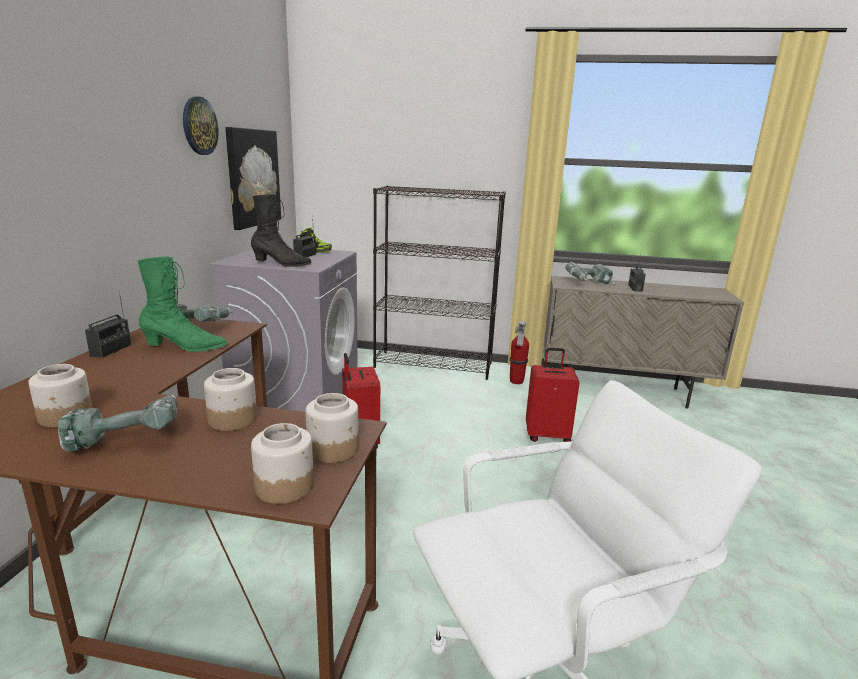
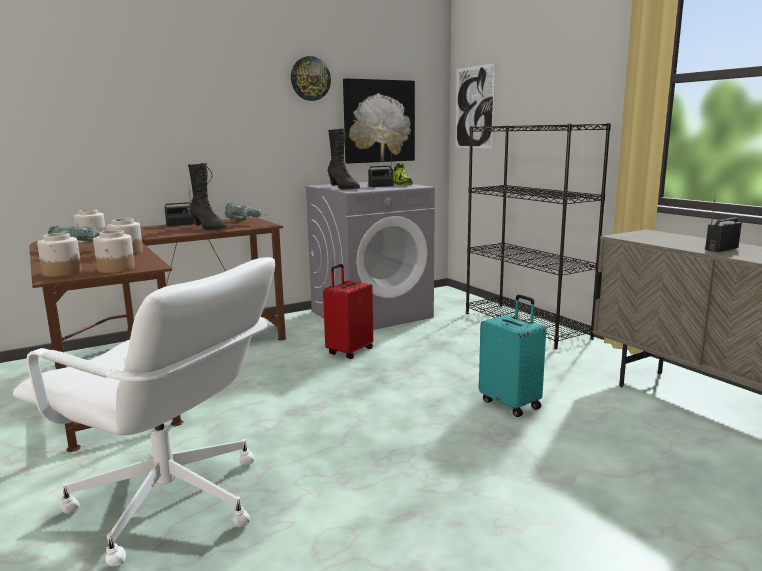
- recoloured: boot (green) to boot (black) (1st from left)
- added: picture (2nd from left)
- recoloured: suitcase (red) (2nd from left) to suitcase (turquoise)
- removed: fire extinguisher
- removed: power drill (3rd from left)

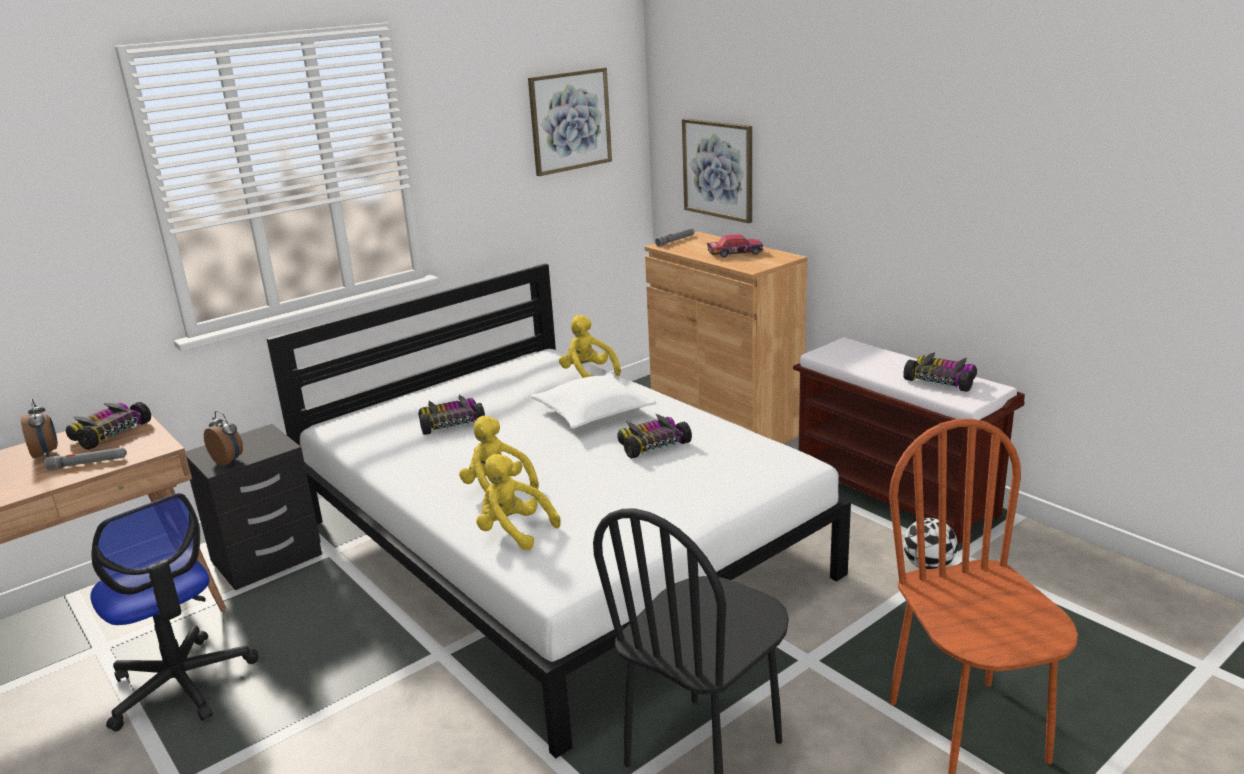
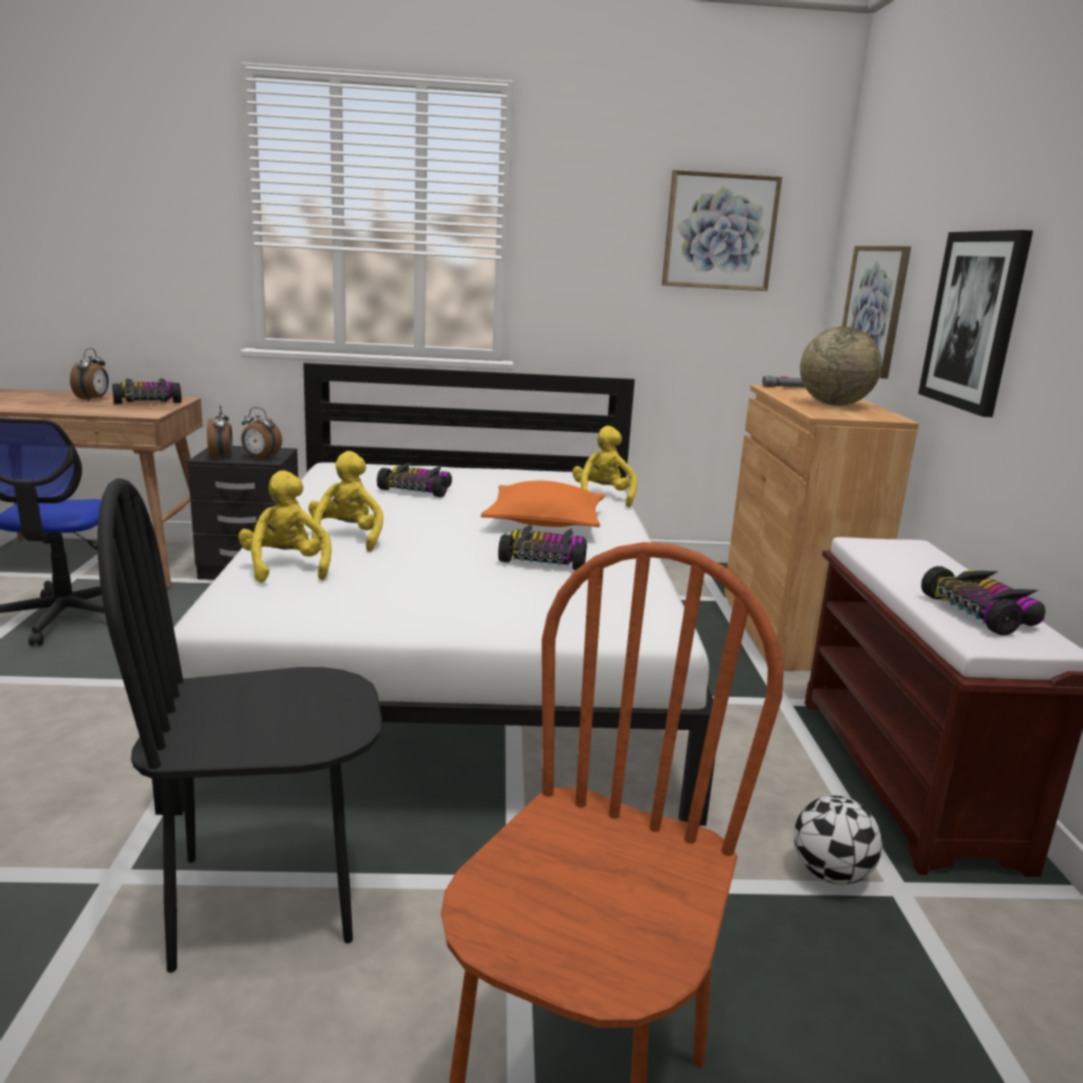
- added: alarm clock (3rd from left)
- recoloured: pillow (white) to pillow (orange)
- replaced: toy car (4th from left) to globe
- added: picture (3rd from left)
- removed: flashlight (grey) (1st from left)

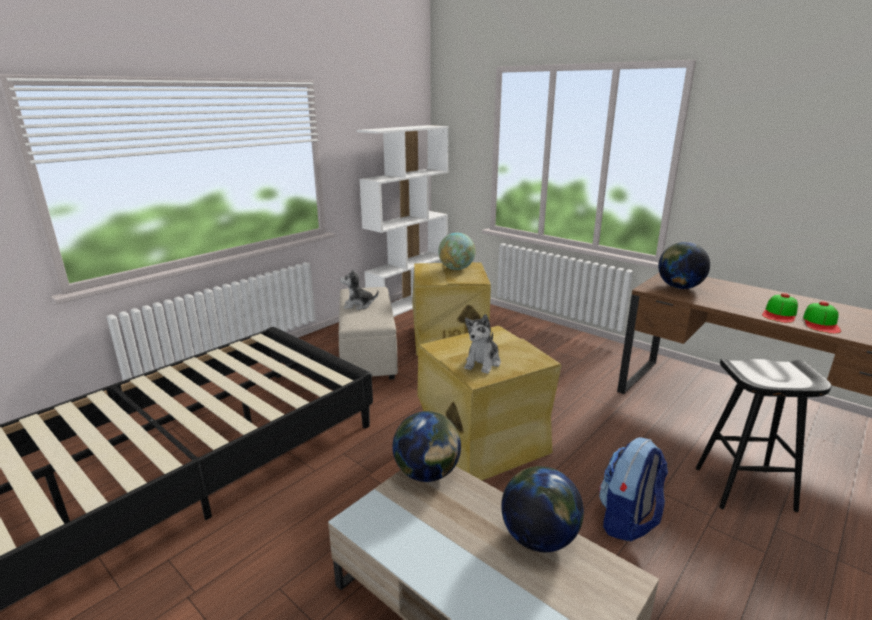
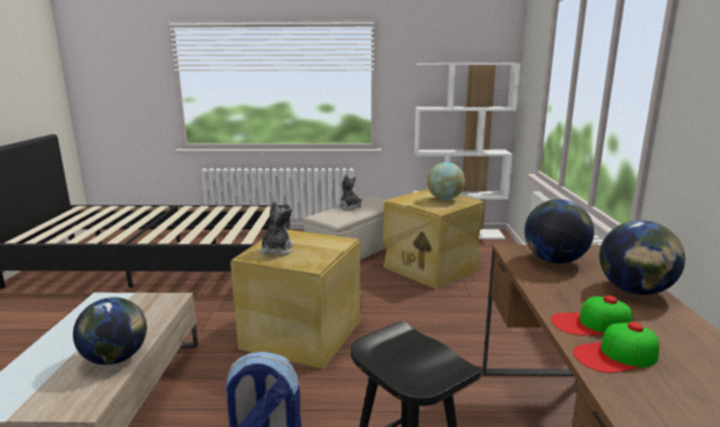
- turned: plush toy (2nd from left in the first image) 120 degrees clockwise
- moved: globe (1st from left in the first image) to globe (4th from left)

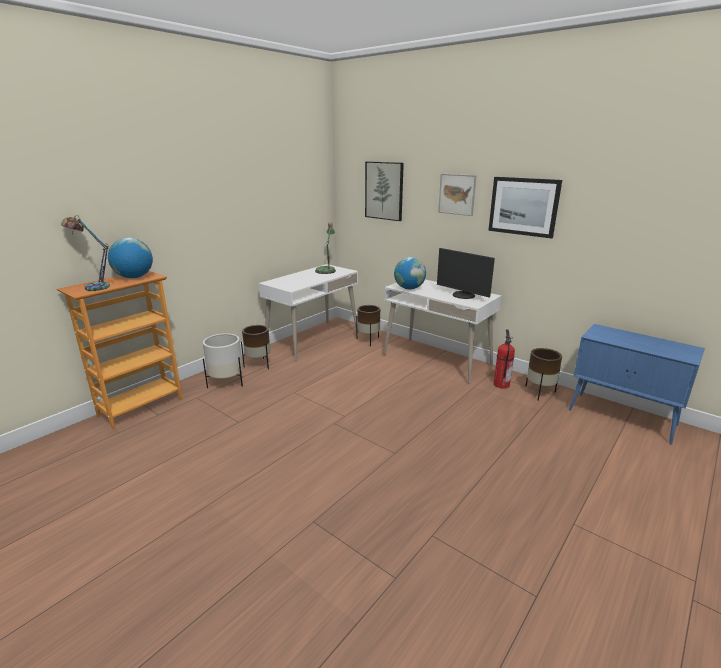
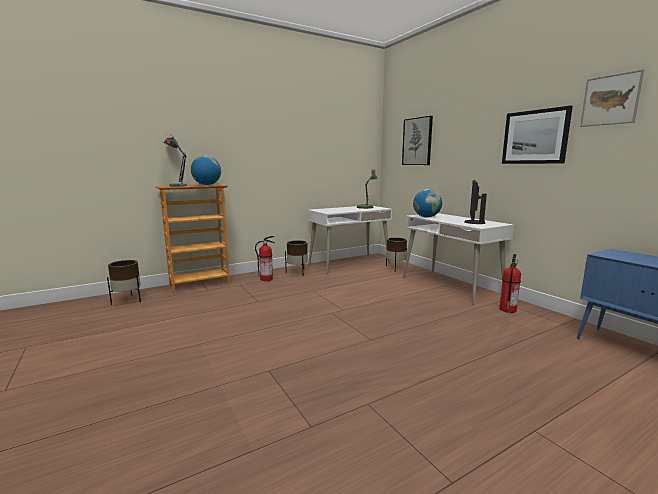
- moved: planter (brown) (3rd from left in the first image) to planter (brown) (1st from left)
- replaced: planter (white) to fire extinguisher (1st from left)
- turned: monitor 45 degrees clockwise
- moved: picture (2nd from left in the first image) to picture (3rd from left)

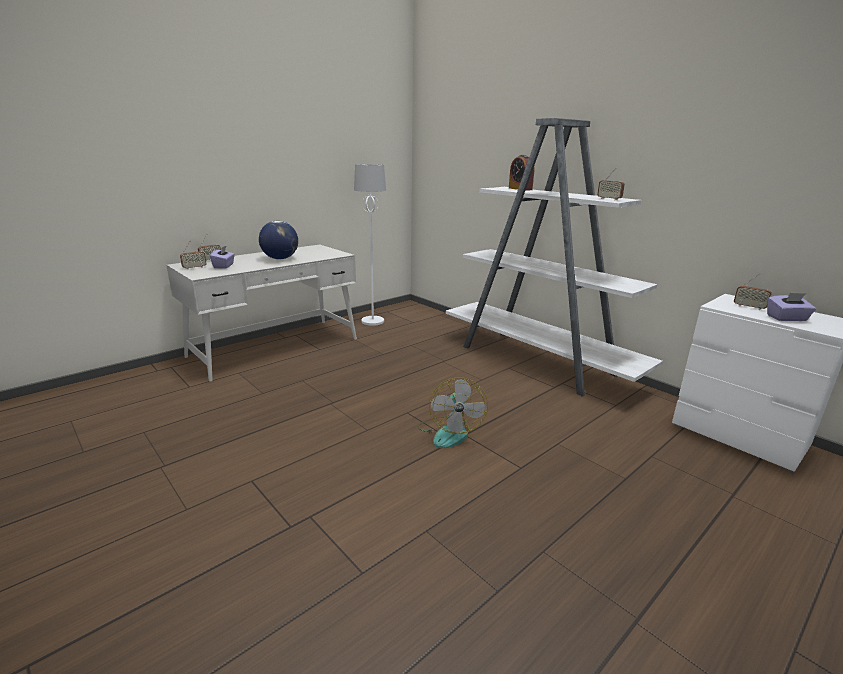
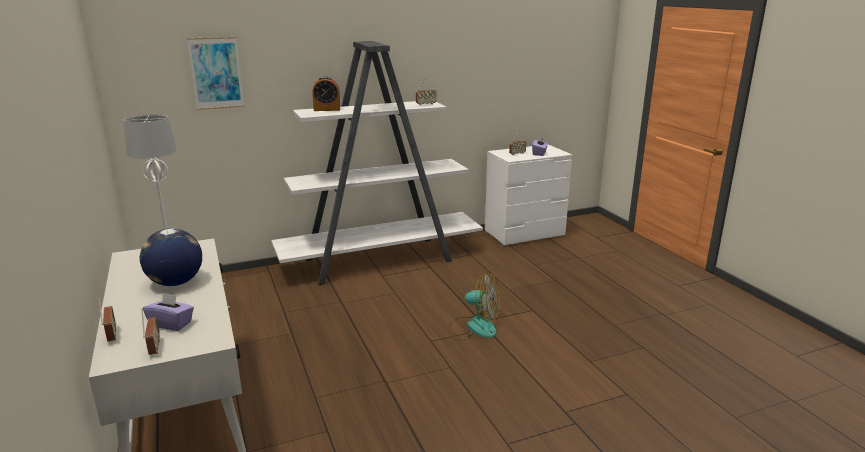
- added: picture

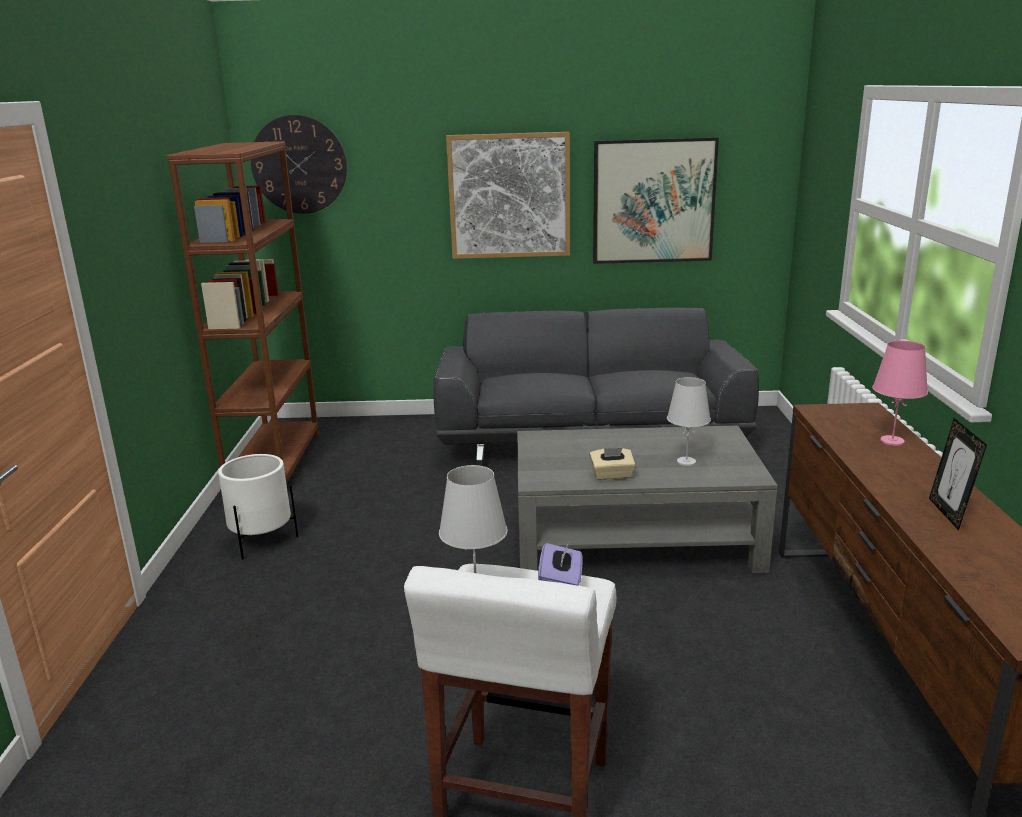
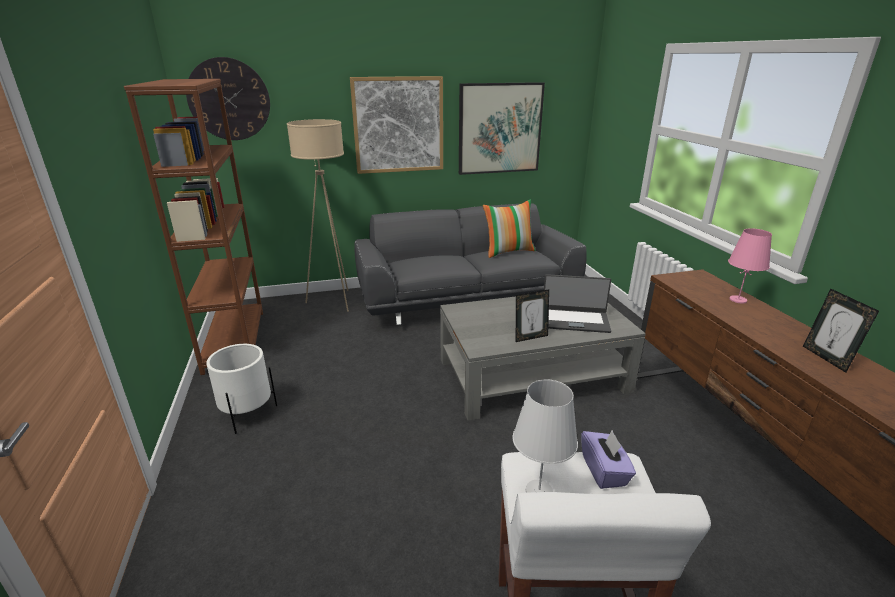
- added: floor lamp (beige)
- added: pillow
- replaced: tissue box (beige) to picture frame (1st from left)
- replaced: table lamp (white) (2nd from left) to laptop

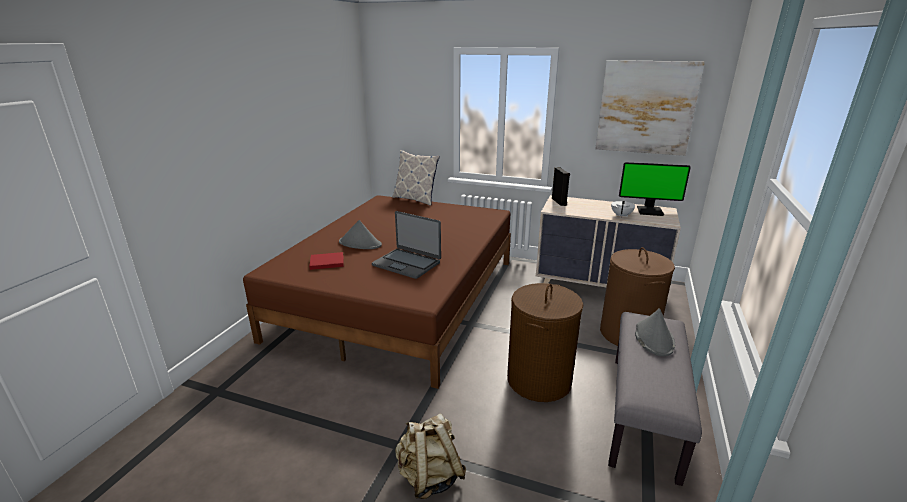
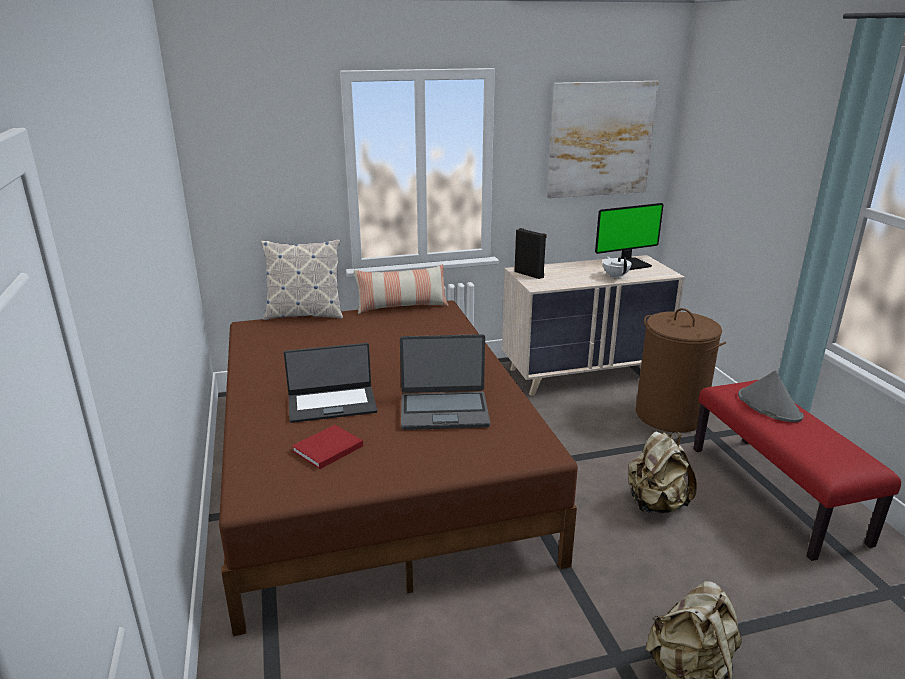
- replaced: hat (grey) (1st from left) to laptop (1st from left)
- added: pillow (2nd from left)
- replaced: laundry basket (brown) (1st from left) to backpack (beige) (1st from left)
- recoloured: bench (grey) to bench (red)

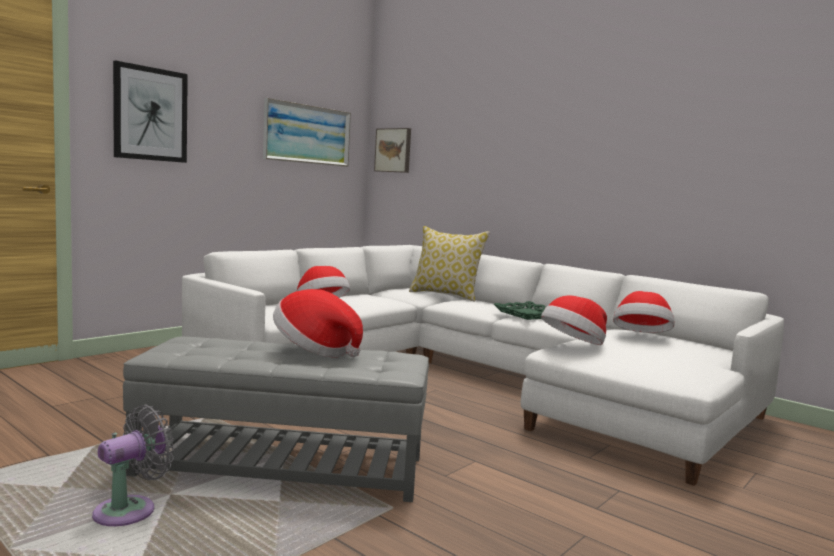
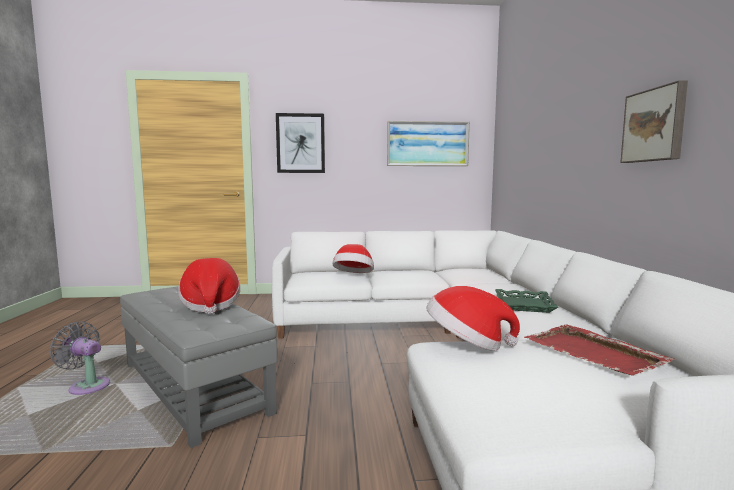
- turned: fan (grey) 150 degrees counterclockwise
- replaced: hat (4th from left) to tray (red)
- moved: picture (3rd from left)
- removed: pillow

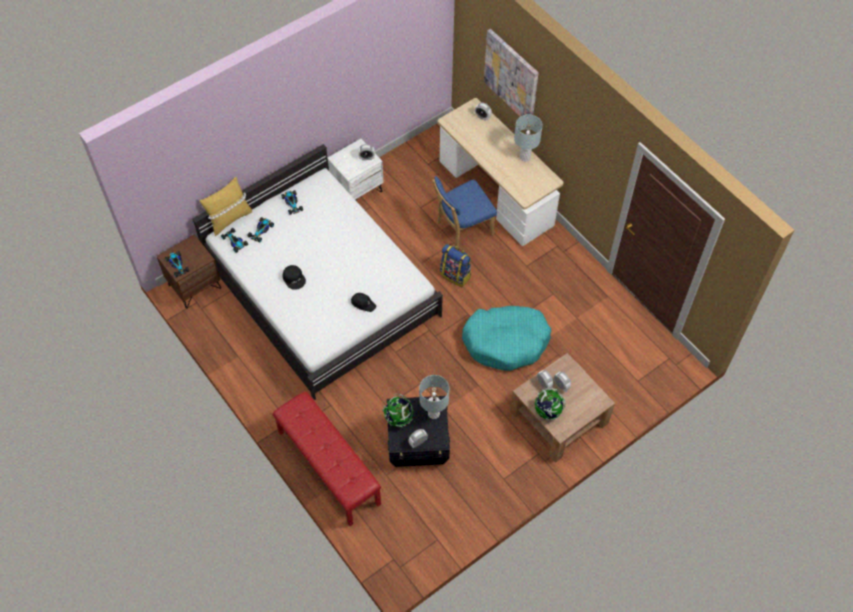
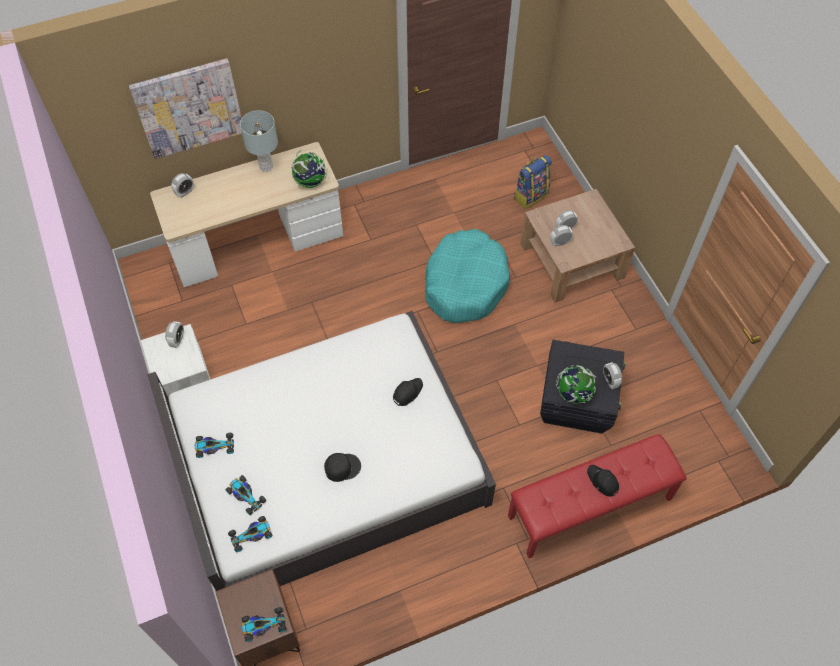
- moved: globe (2nd from left in the first image) to globe (1st from left)
- moved: backpack
- added: cap (black) (3rd from left)
- removed: pillow (yellow)
- removed: table lamp (grey) (1st from left)
- removed: chair (blue)

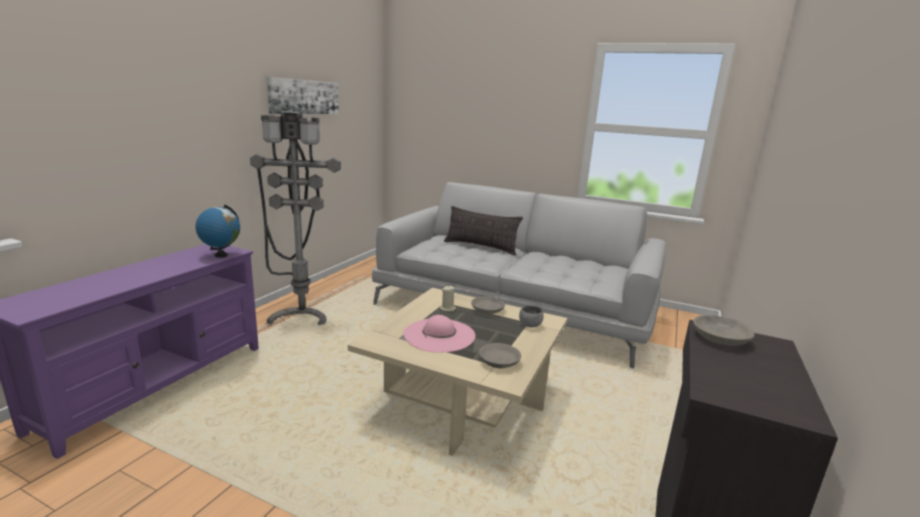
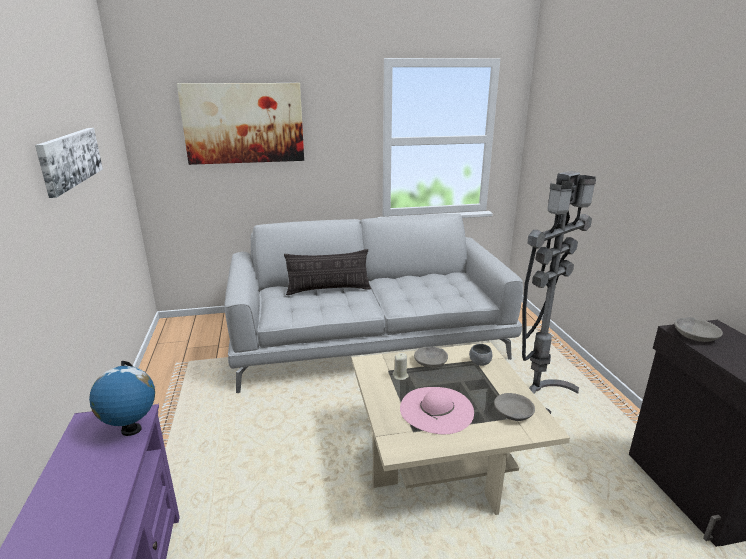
- added: picture (2nd from left)
- moved: floor lamp (grey)

